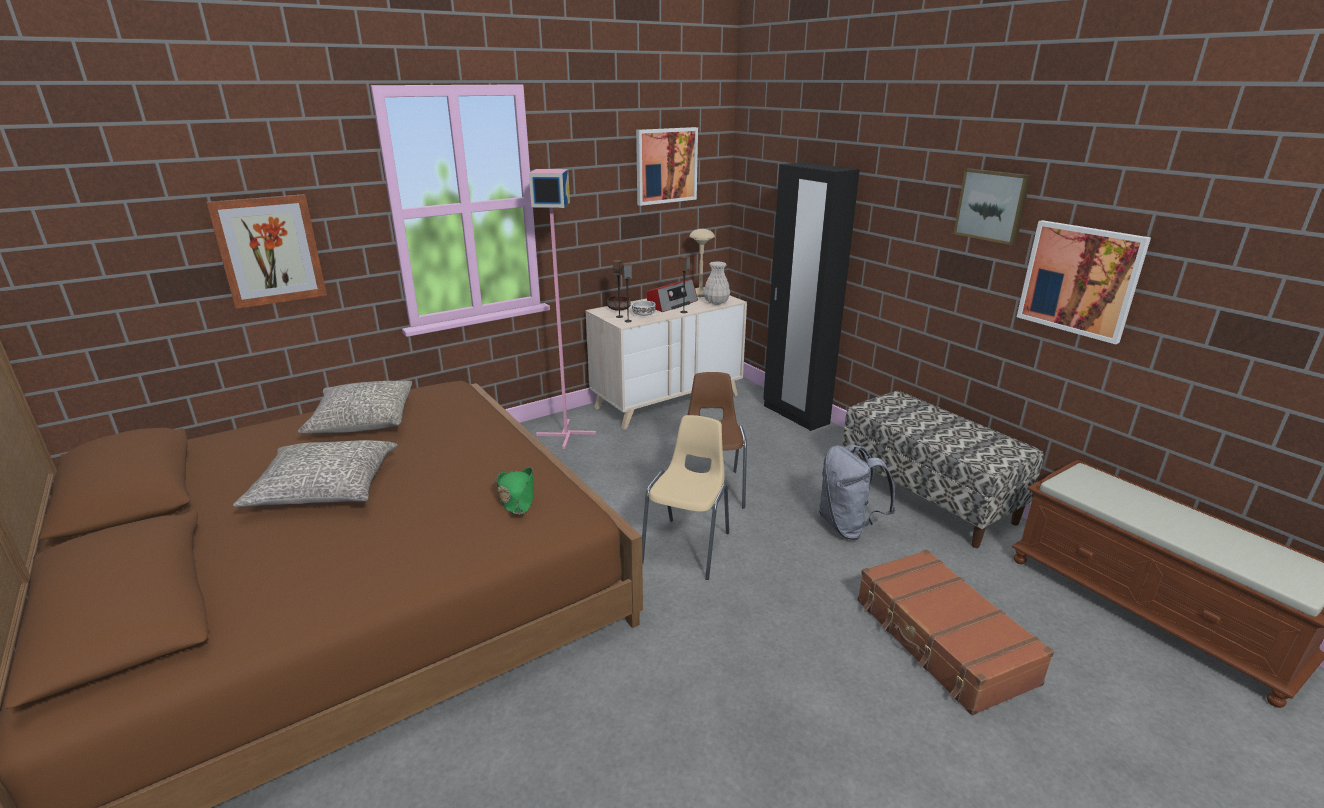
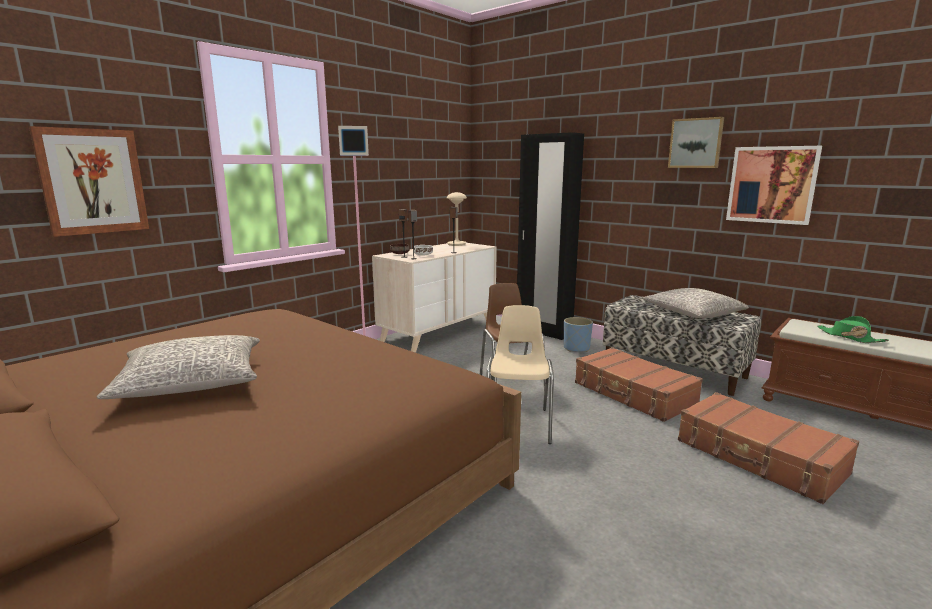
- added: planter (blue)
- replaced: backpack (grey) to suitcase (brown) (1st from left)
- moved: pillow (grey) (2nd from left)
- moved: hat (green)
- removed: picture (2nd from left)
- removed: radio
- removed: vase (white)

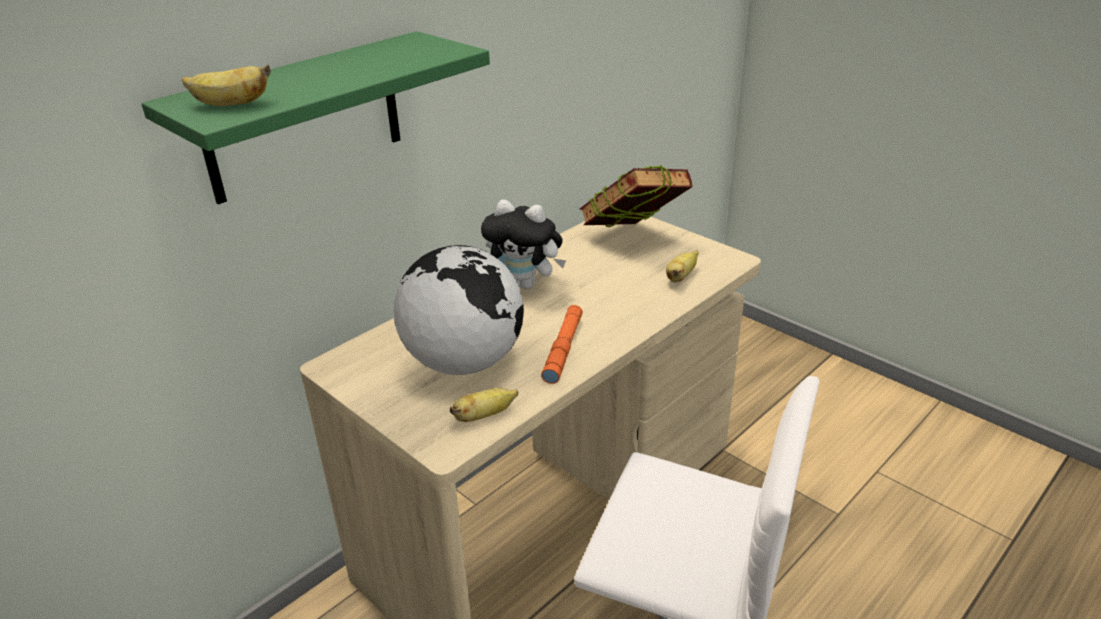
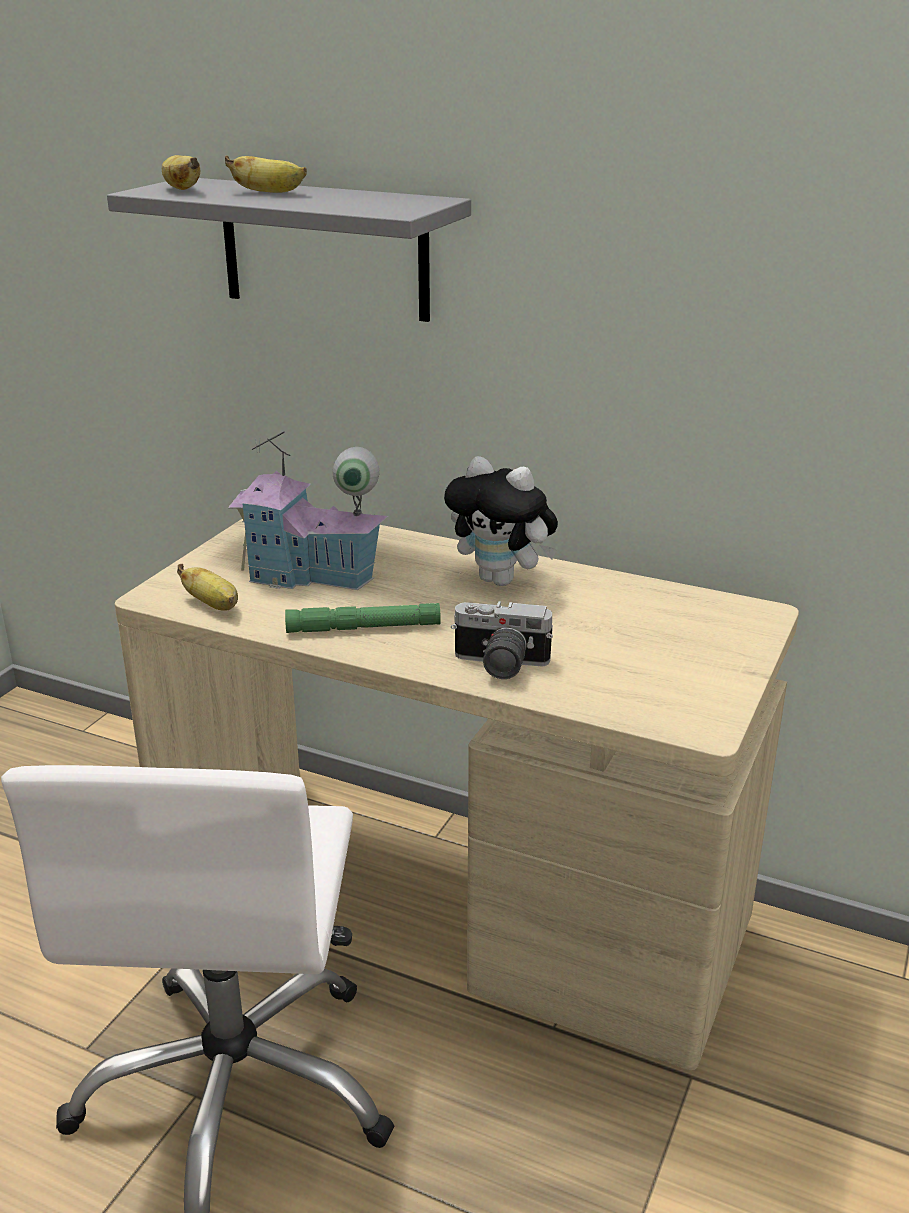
- recoloured: shelf (green) to shelf (grey)
- moved: banana (3rd from left)
- replaced: globe to toy house
- recoloured: flashlight (orange) to flashlight (green)
- turned: plush toy 60 degrees counterclockwise
- added: photo camera
- removed: book

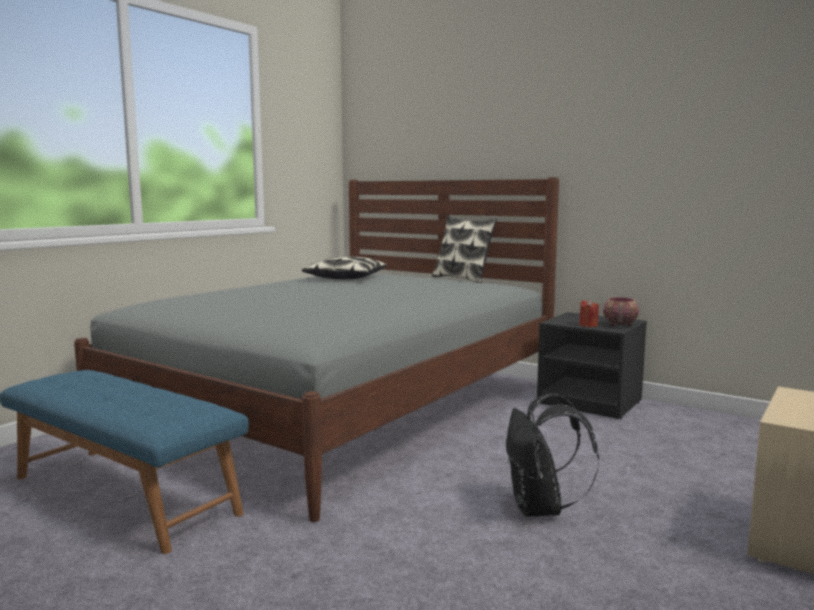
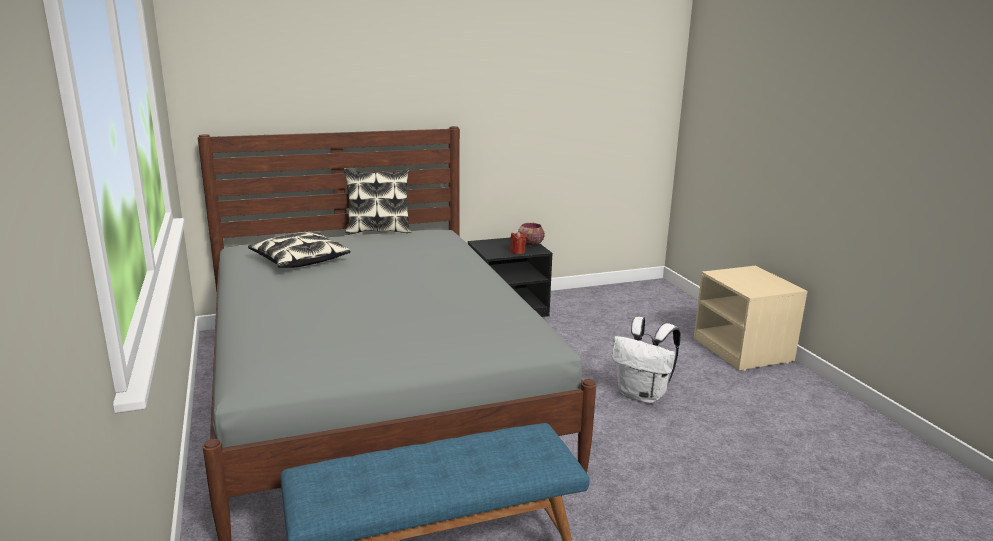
- recoloured: backpack (black) to backpack (white)

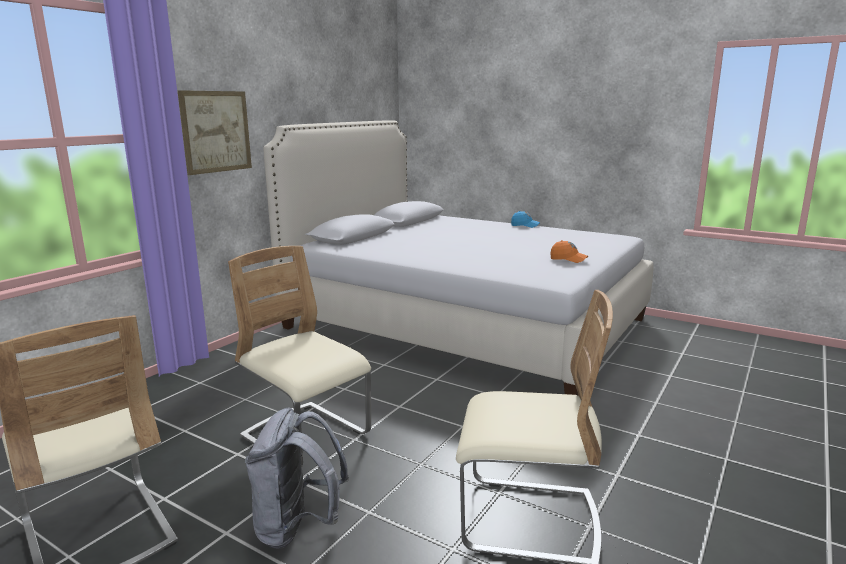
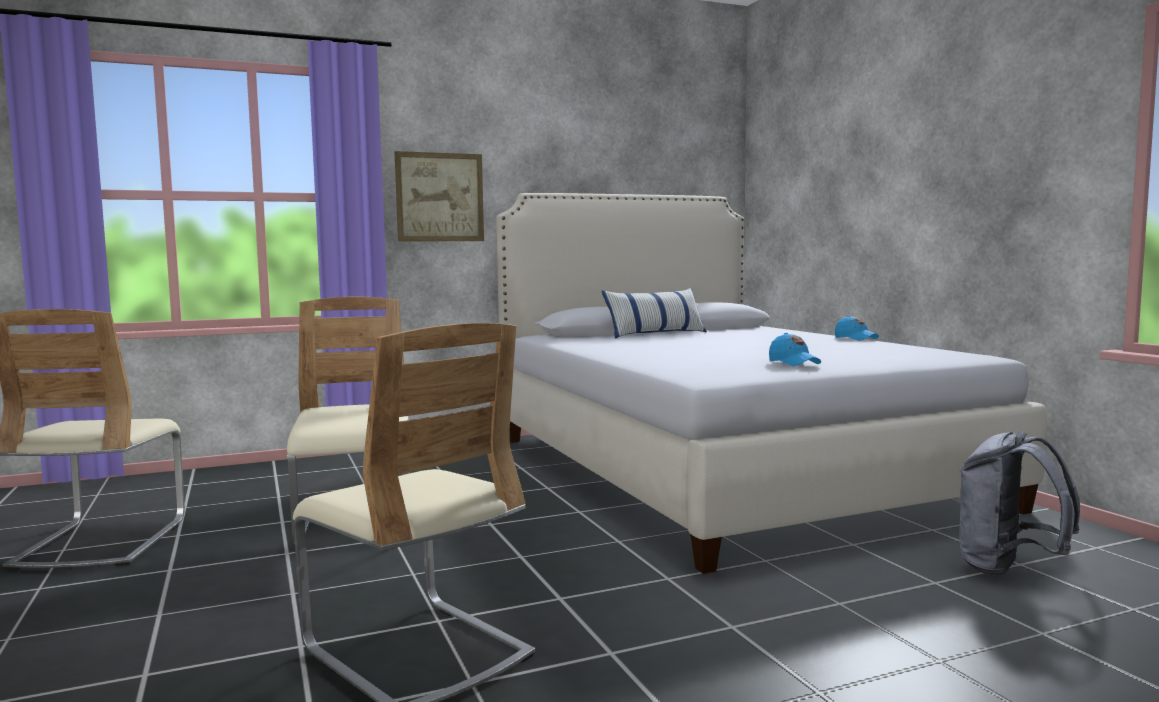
- added: pillow
- recoloured: cap (orange) to cap (blue) (1st from left)
- moved: backpack (grey)

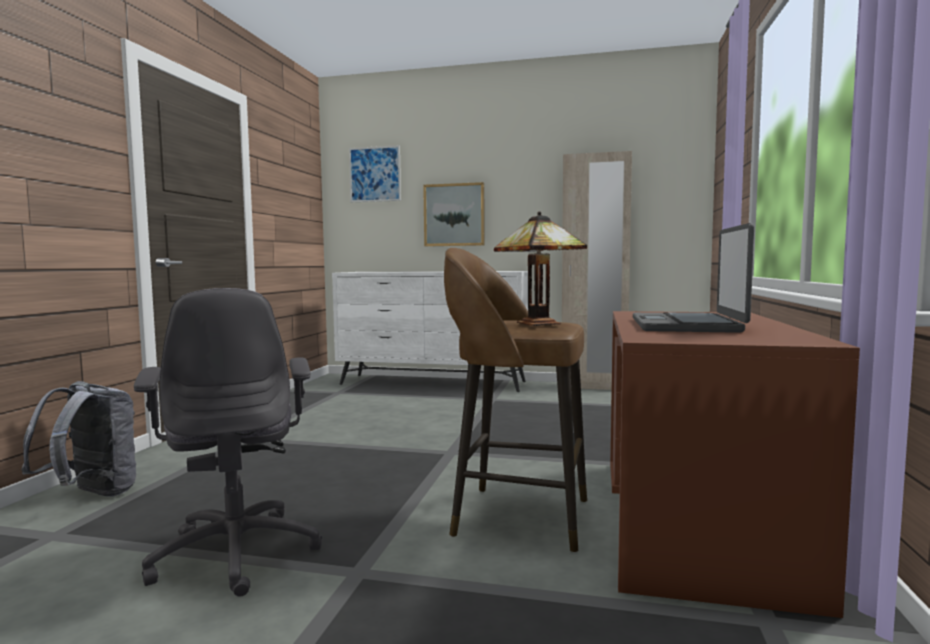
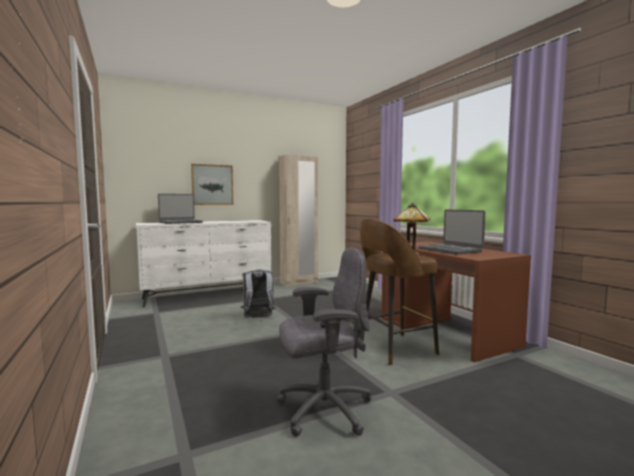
- added: laptop (1st from left)
- moved: backpack (grey)
- turned: office chair (grey) 45 degrees counterclockwise
- removed: picture (1st from left)

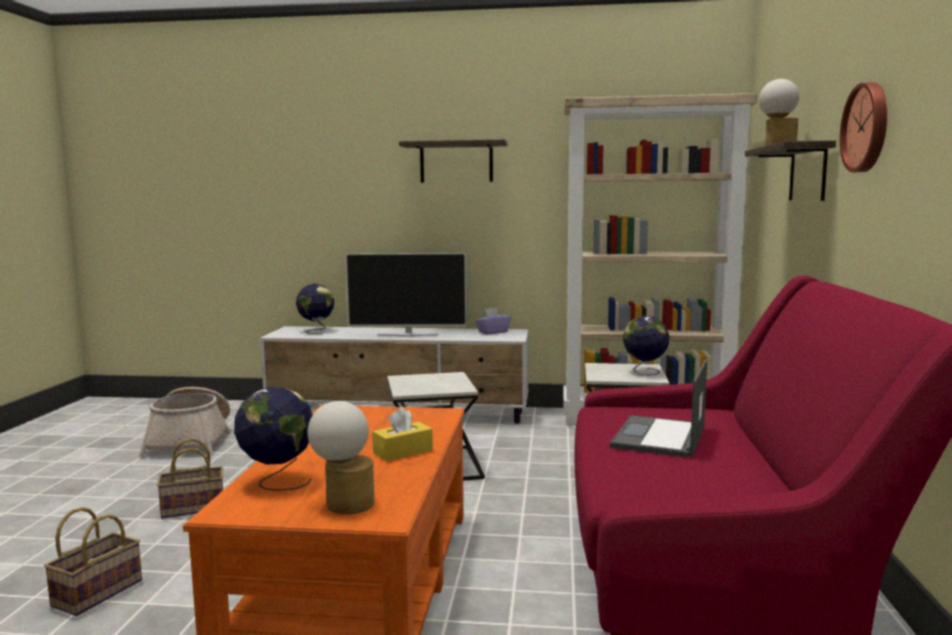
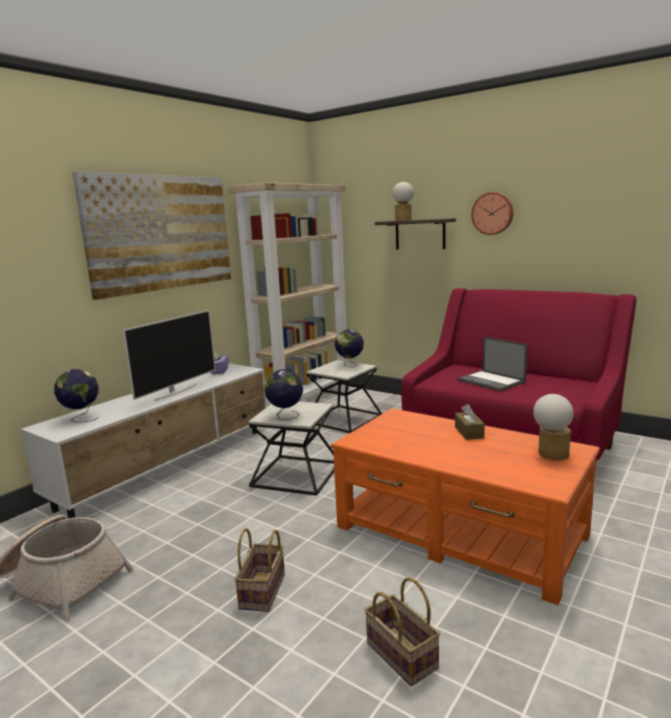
- replaced: shelf (1st from left) to picture
- moved: globe (1st from left in the first image) to globe (2nd from left)
- recoloured: tissue box (yellow) to tissue box (brown)

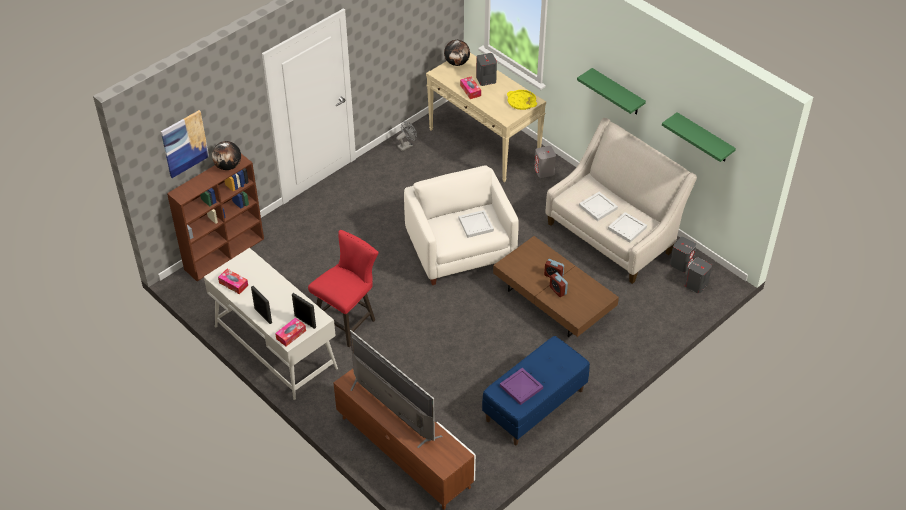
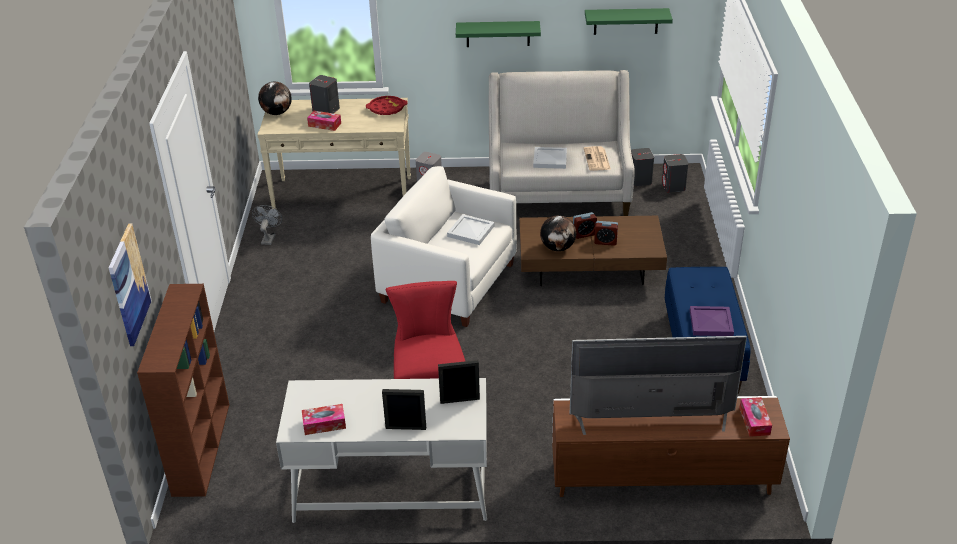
- recoloured: tray (yellow) to tray (red)
- moved: globe (1st from left in the first image) to globe (2nd from left)
- replaced: tray (white) (3rd from left) to newspaper
- moved: tissue box (2nd from left in the first image) to tissue box (3rd from left)

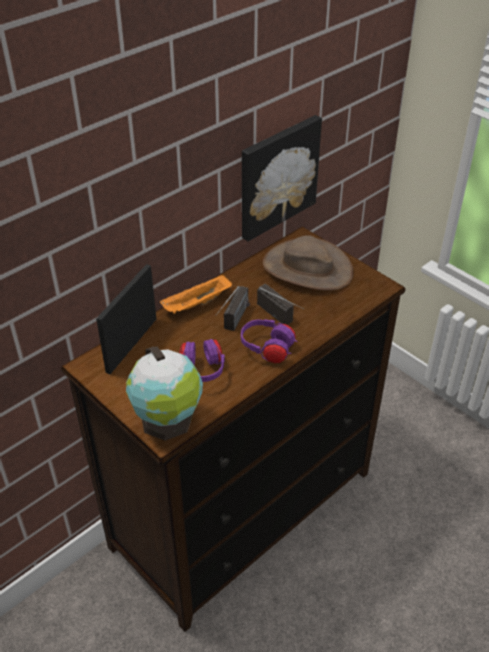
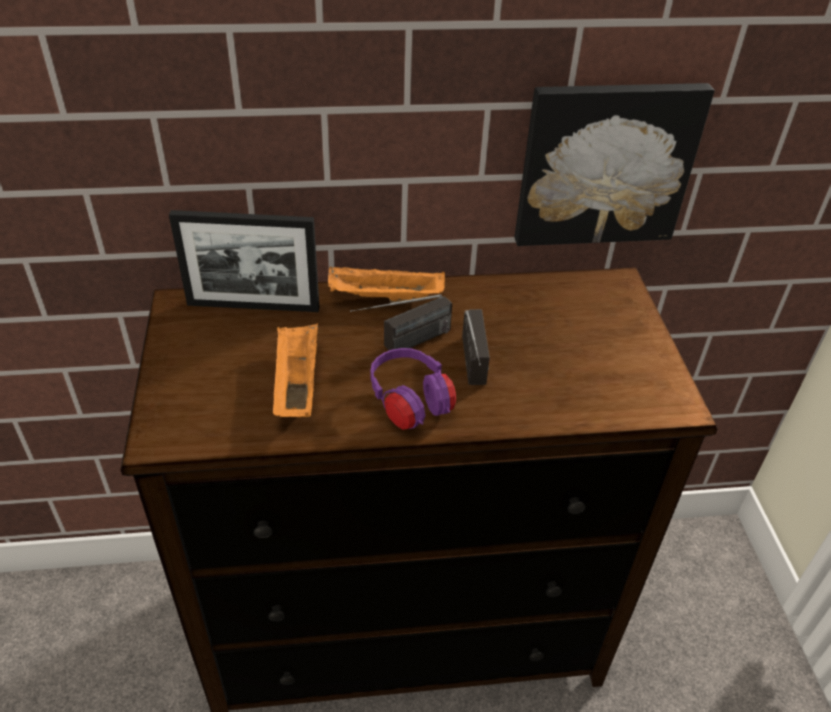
- turned: picture frame 150 degrees counterclockwise
- replaced: headphones (purple) (1st from left) to tray (orange) (1st from left)
- removed: globe
- removed: hat (brown)

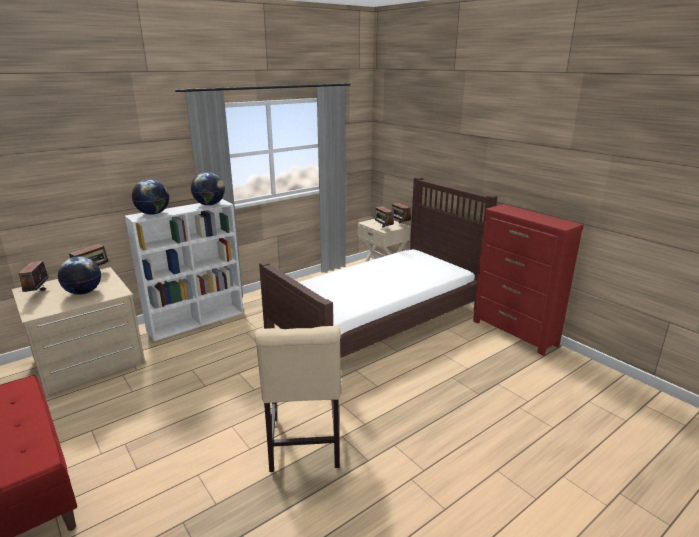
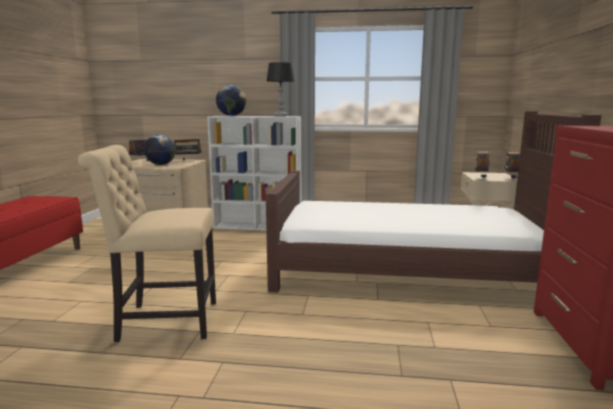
- turned: chair (beige) 45 degrees clockwise
- replaced: globe (3rd from left) to table lamp (black)

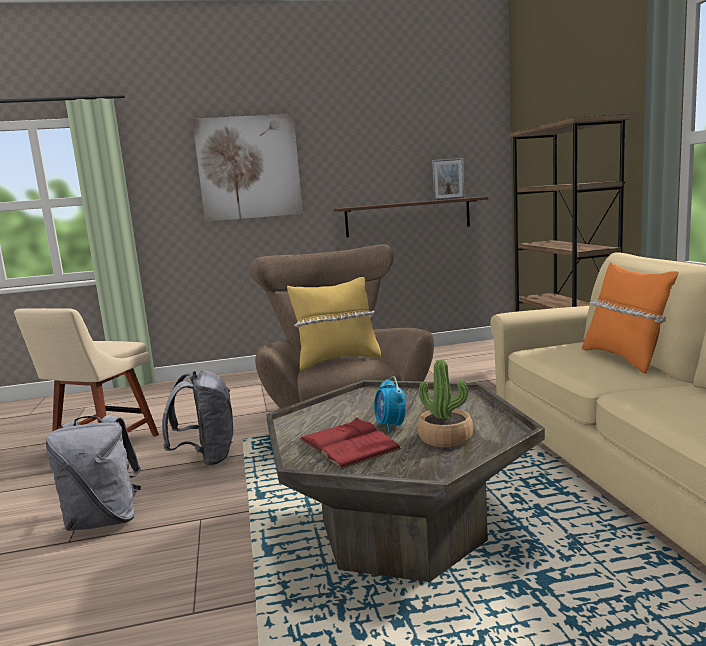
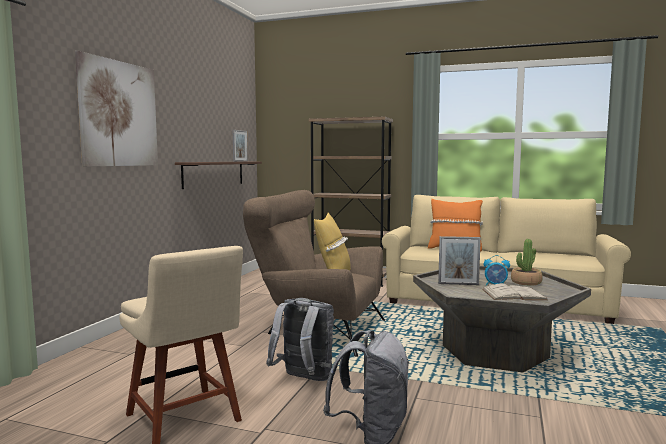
- added: picture frame (2nd from left)
- recoloured: book (red) to book (white)

